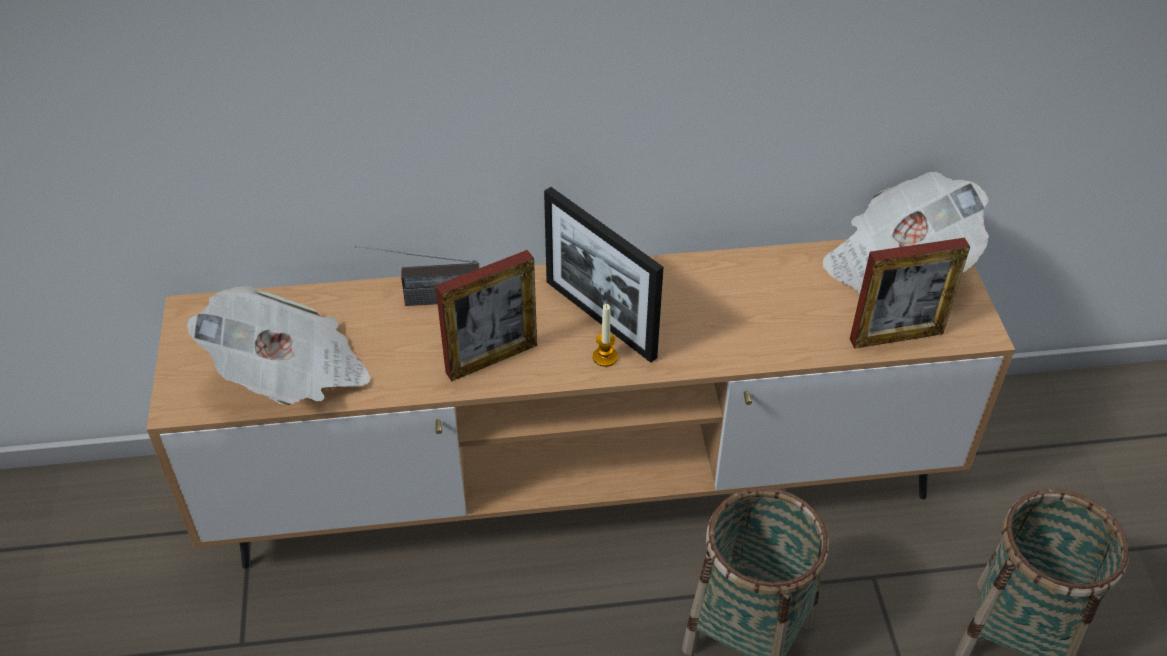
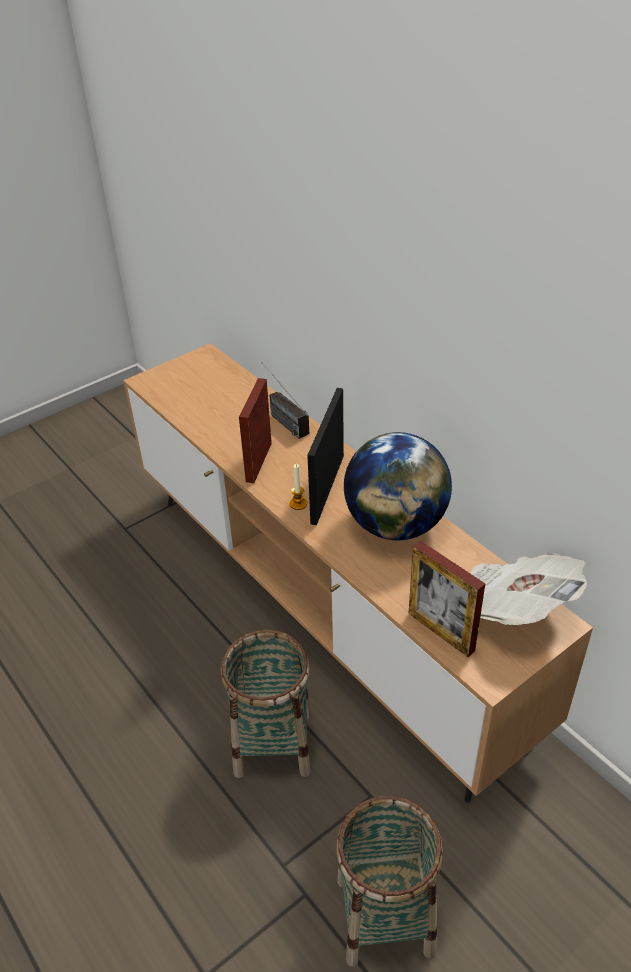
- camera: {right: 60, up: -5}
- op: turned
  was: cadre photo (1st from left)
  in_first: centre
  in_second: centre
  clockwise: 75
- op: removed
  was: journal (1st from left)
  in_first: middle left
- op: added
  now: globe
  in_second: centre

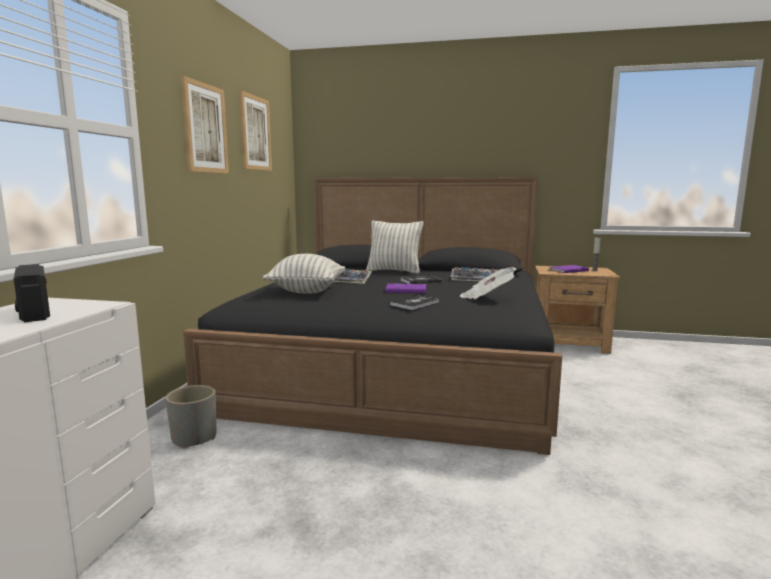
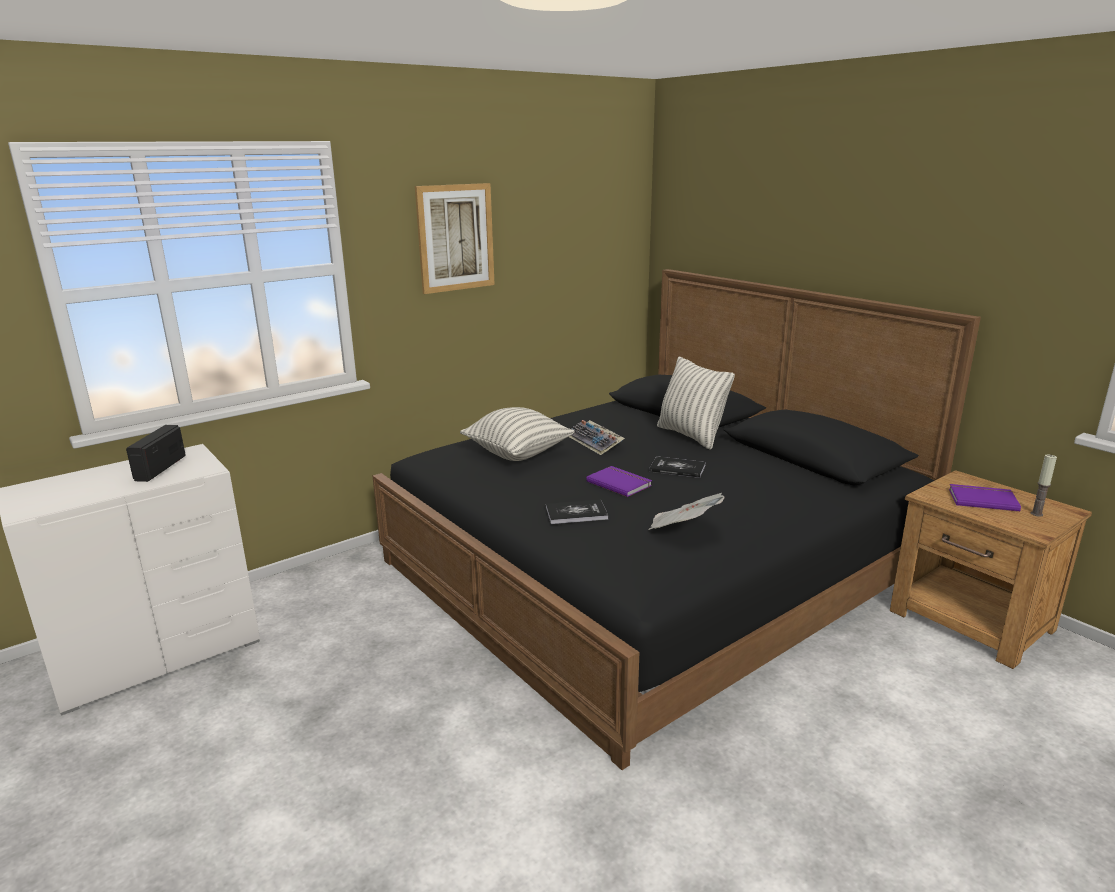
- camera: {right: 40, up: 10}
- op: removed
  was: tableau (2nd from left)
  in_first: top left
- op: removed
  was: clavier (2nd from left)
  in_first: centre
- op: removed
  was: cache-pot/gris
  in_first: bottom left

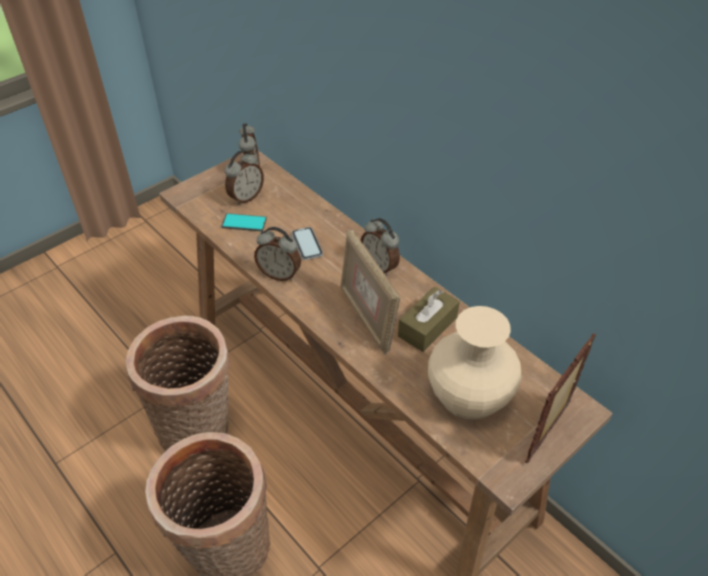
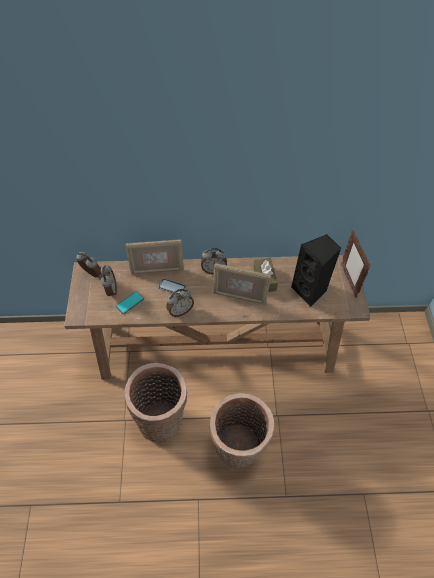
- camera: {right: -50, up: 10}
- op: replaced
  was: vase/beige
  now: enceinte/noir
  in_first: middle right
  in_second: middle right
- op: added
  now: cadre photo (1st from left)
  in_second: centre

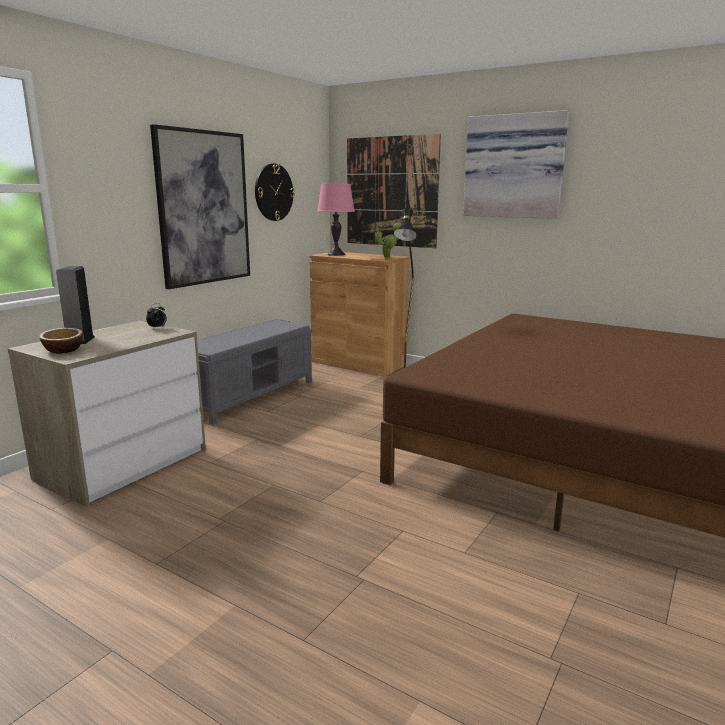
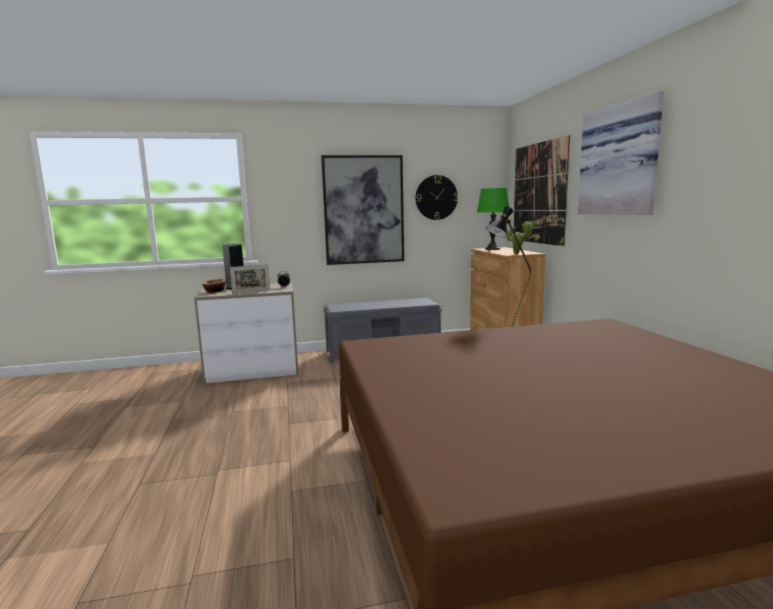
- camera: {right: 45, up: -5}
- op: recoloured
  was: lampe de table/rose
  now: lampe de table/vert
  in_first: top centre
  in_second: centre
- op: added
  now: cadre photo
  in_second: middle left

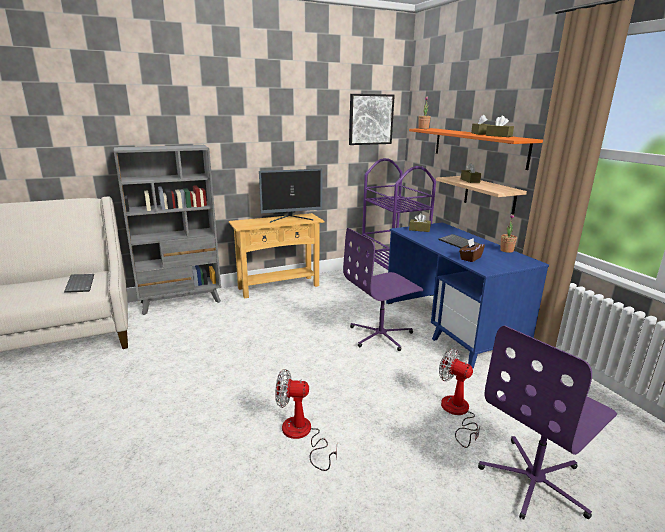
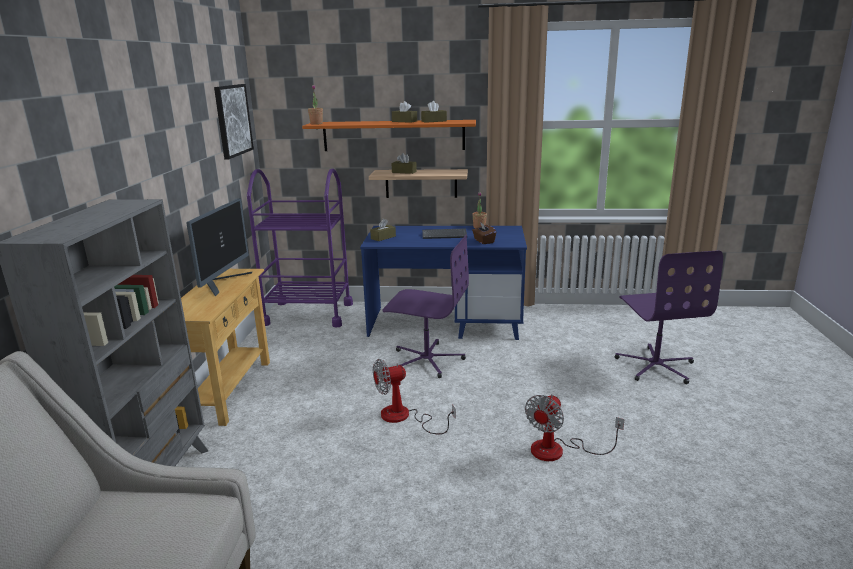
- camera: {right: -60, up: 0}
- op: turned
  was: chaise de bureau/violet (1st from left)
  in_first: centre
  in_second: centre
  clockwise: -75
- op: removed
  was: clavier (1st from left)
  in_first: middle left
- op: moved
  was: ventilateur (2nd from left in the first image)
  now: ventilateur (1st from left)
  in_first: bottom right
  in_second: bottom centre

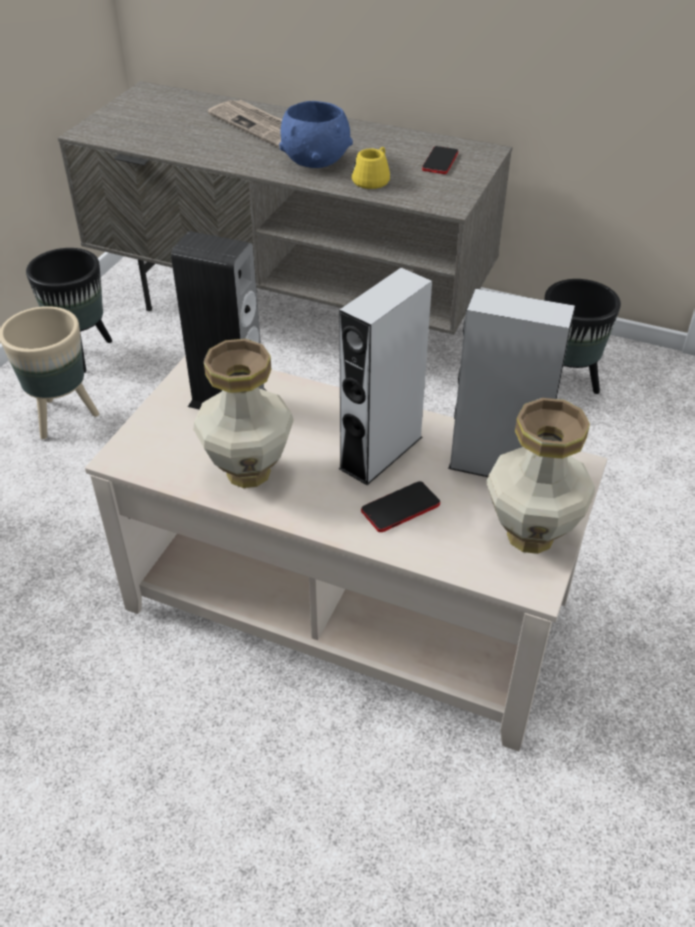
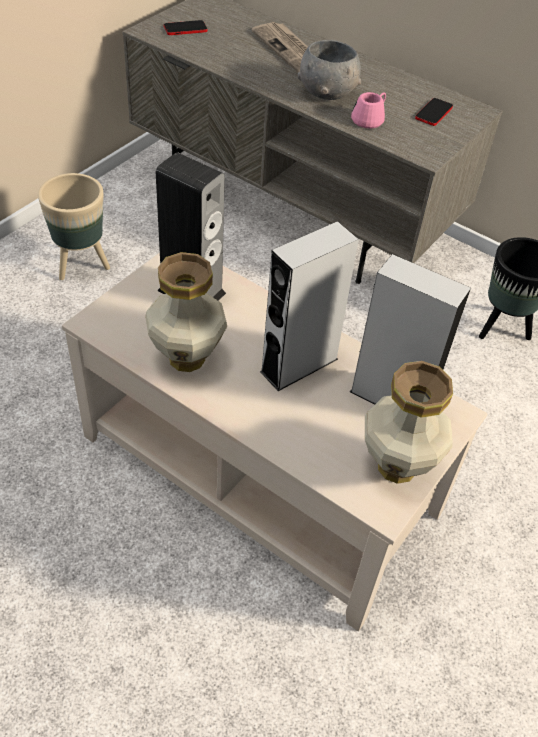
- camera: {right: 10, up: 5}
- op: recoloured
  was: bol/bleu
  now: bol/gris
  in_first: top centre
  in_second: top centre
- op: recoloured
  was: mug/jaune
  now: mug/rose
  in_first: top centre
  in_second: top right
- op: removed
  was: cache-pot/noir (1st from left)
  in_first: middle left
- op: moved
  was: téléphone (1st from left)
  in_first: centre
  in_second: top centre

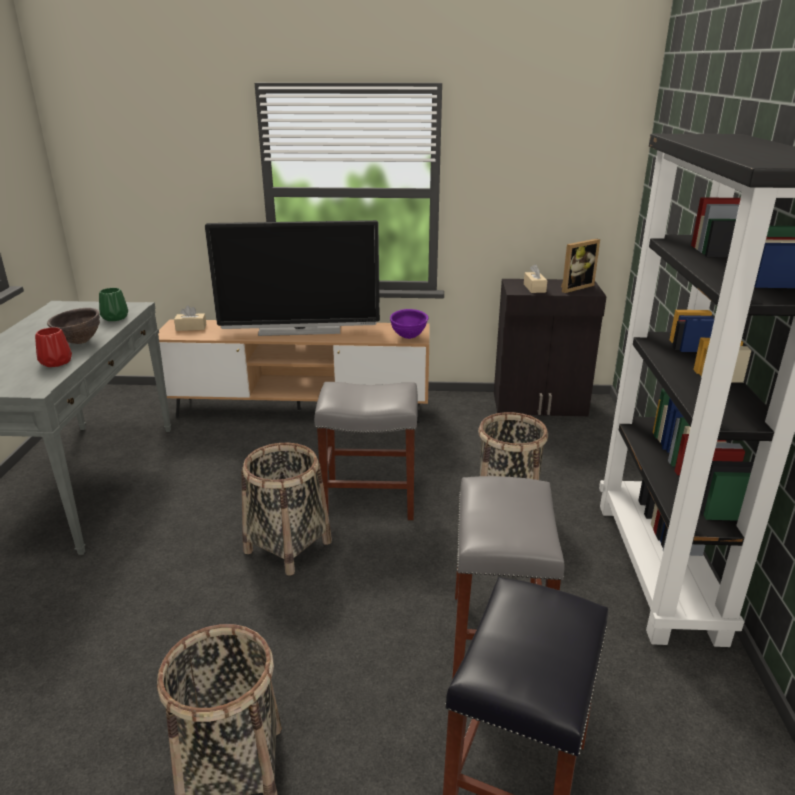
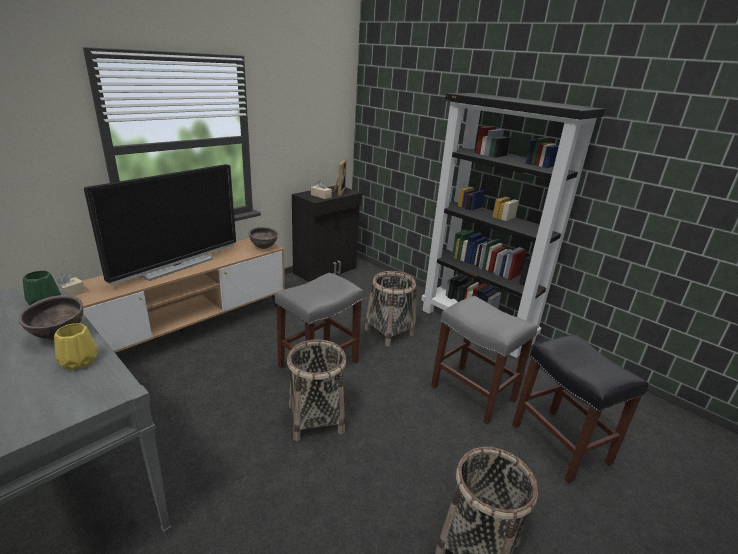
- camera: {right: -50, up: 0}
- op: recoloured
  was: bol/violet
  now: bol/marron (2nd from left)
  in_first: centre
  in_second: centre
- op: recoloured
  was: vase/rouge
  now: vase/jaune
  in_first: middle left
  in_second: middle left

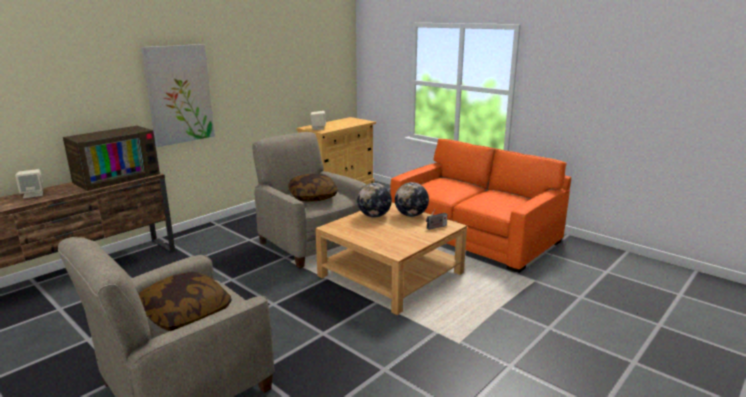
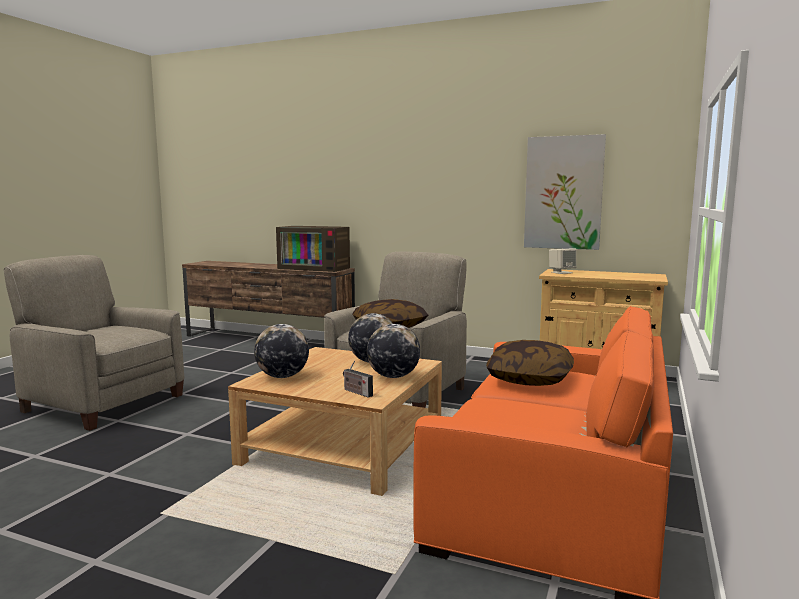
- camera: {right: 70, up: -10}
- op: moved
  was: tableau
  in_first: top left
  in_second: top right
- op: removed
  was: enceinte/beige (1st from left)
  in_first: middle left
- op: moved
  was: coussin (1st from left in the first image)
  now: coussin (2nd from left)
  in_first: bottom left
  in_second: centre
- op: added
  now: globe (1st from left)
  in_second: centre

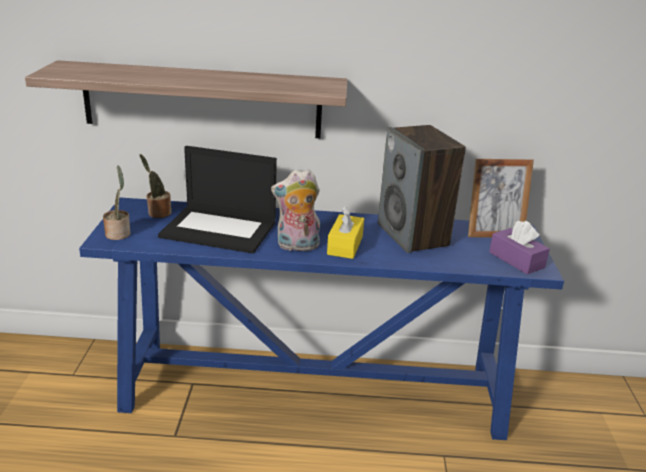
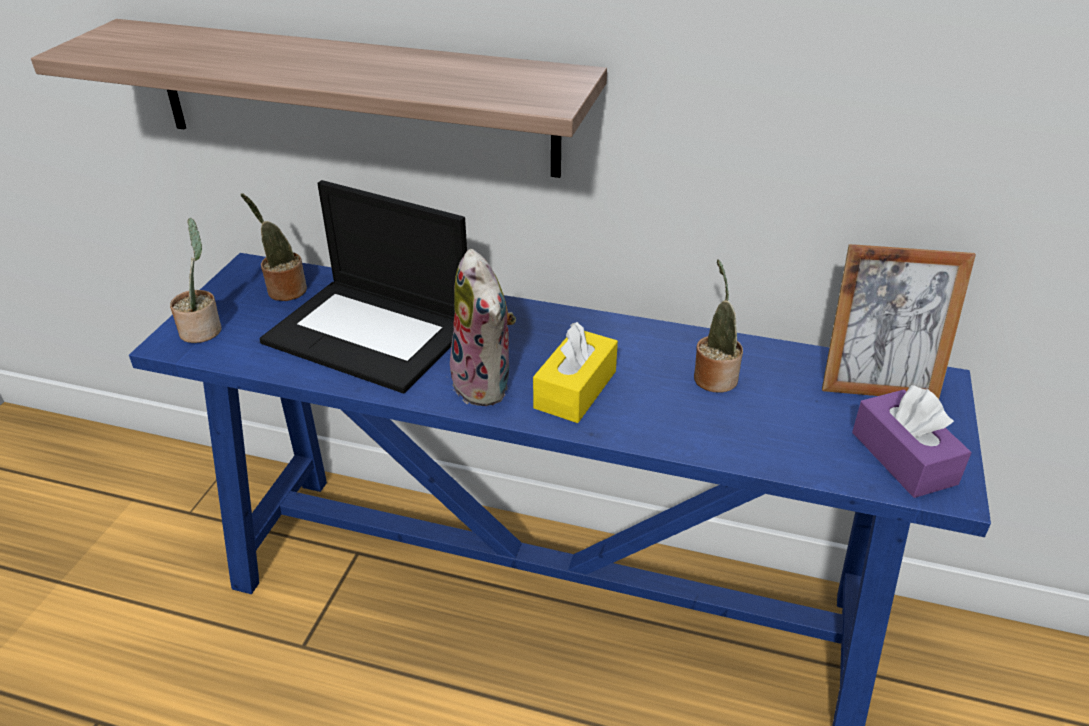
- camera: {right: 15, up: 10}
- op: replaced
  was: enceinte
  now: plante en pot (3rd from left)
  in_first: centre
  in_second: centre
- op: turned
  was: peluche
  in_first: centre
  in_second: centre
  clockwise: -120

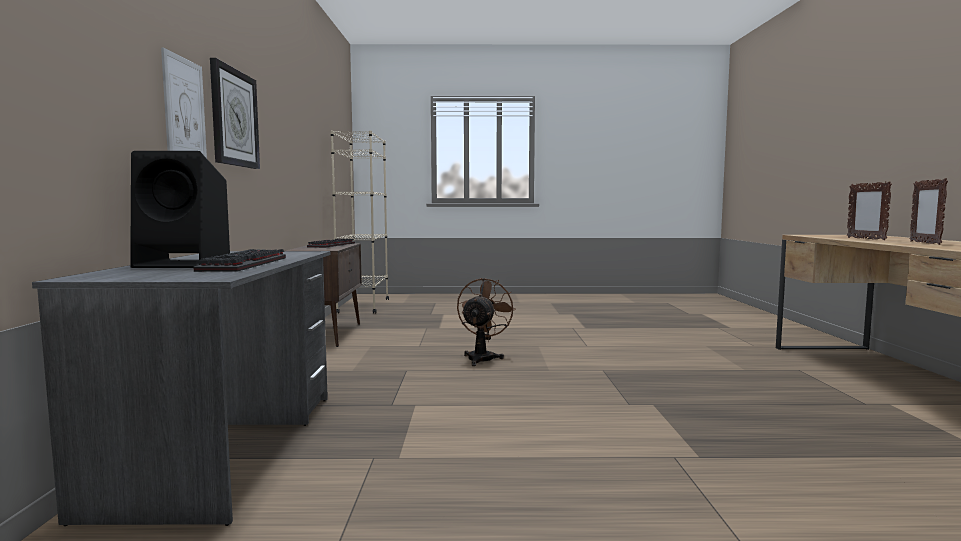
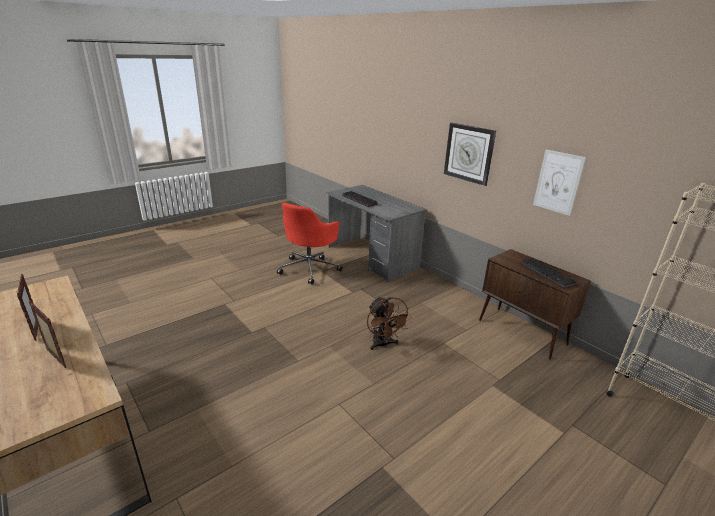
- camera: {right: 140, up: 20}
- op: moved
  was: tableau
  in_first: top left
  in_second: middle right
- op: removed
  was: enceinte/noir
  in_first: middle left
- op: added
  now: chaise de bureau/rouge
  in_second: centre

